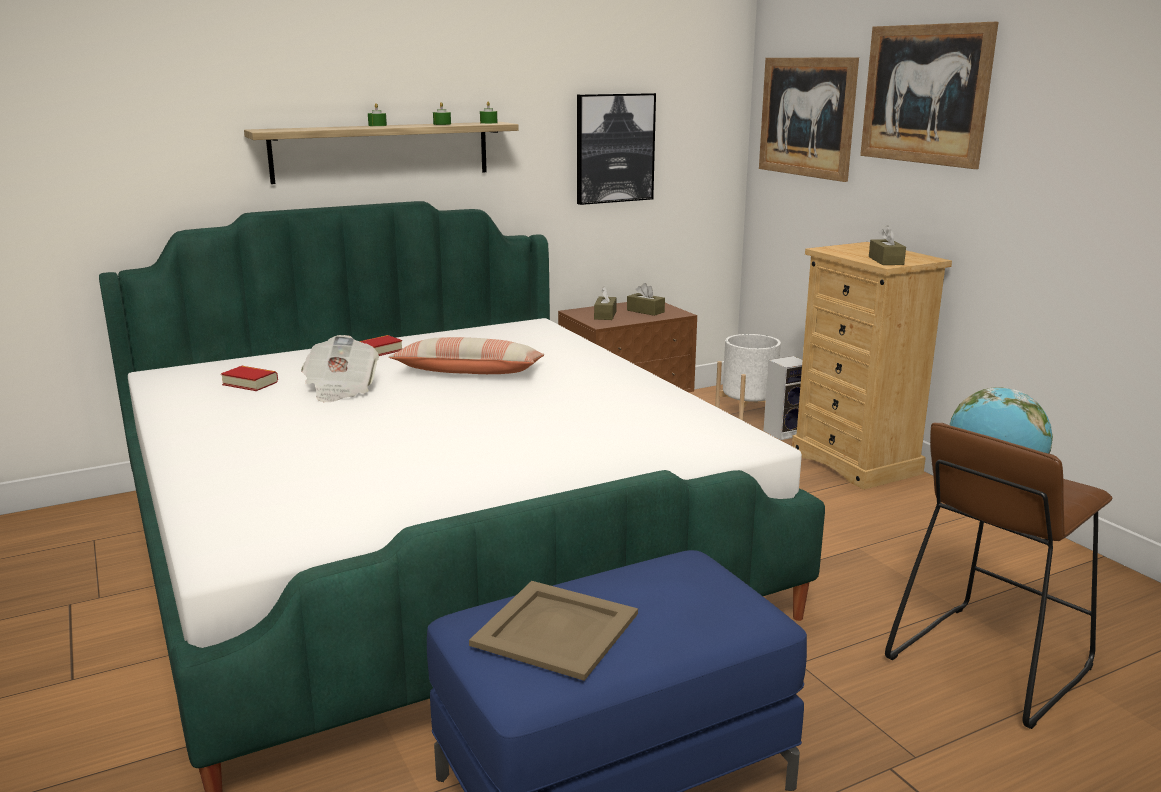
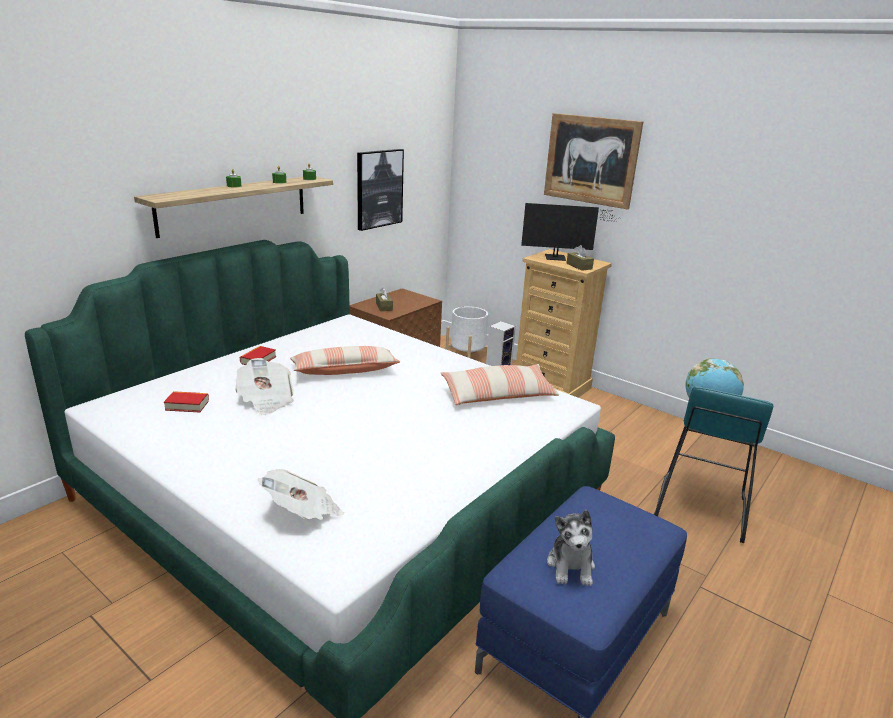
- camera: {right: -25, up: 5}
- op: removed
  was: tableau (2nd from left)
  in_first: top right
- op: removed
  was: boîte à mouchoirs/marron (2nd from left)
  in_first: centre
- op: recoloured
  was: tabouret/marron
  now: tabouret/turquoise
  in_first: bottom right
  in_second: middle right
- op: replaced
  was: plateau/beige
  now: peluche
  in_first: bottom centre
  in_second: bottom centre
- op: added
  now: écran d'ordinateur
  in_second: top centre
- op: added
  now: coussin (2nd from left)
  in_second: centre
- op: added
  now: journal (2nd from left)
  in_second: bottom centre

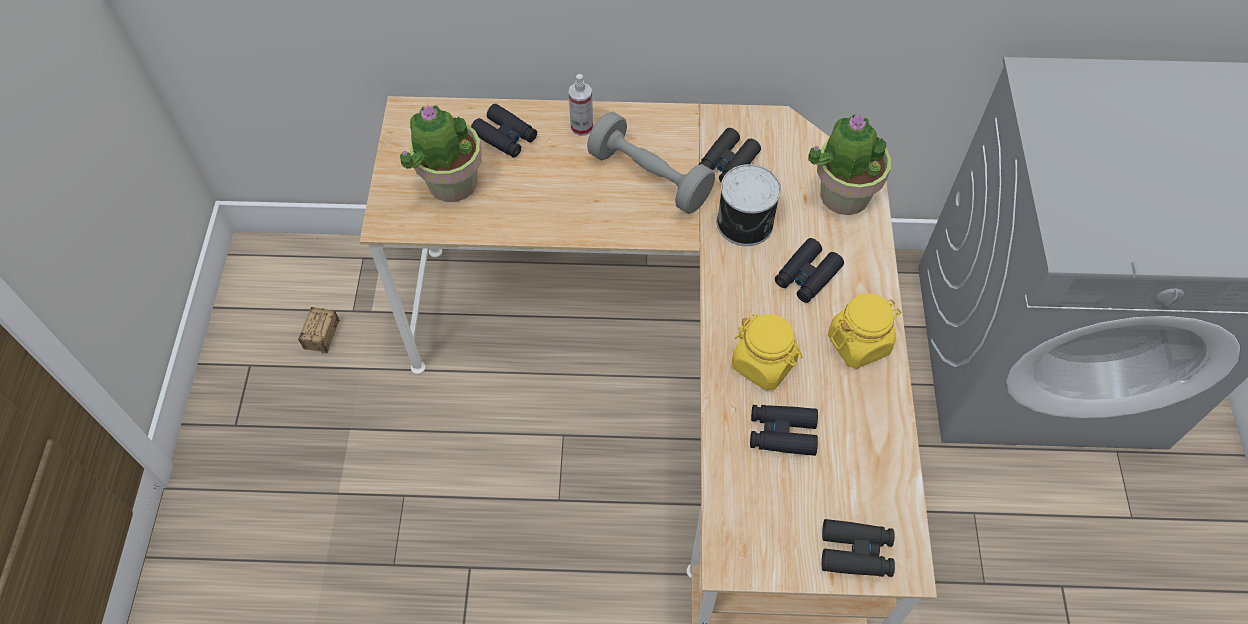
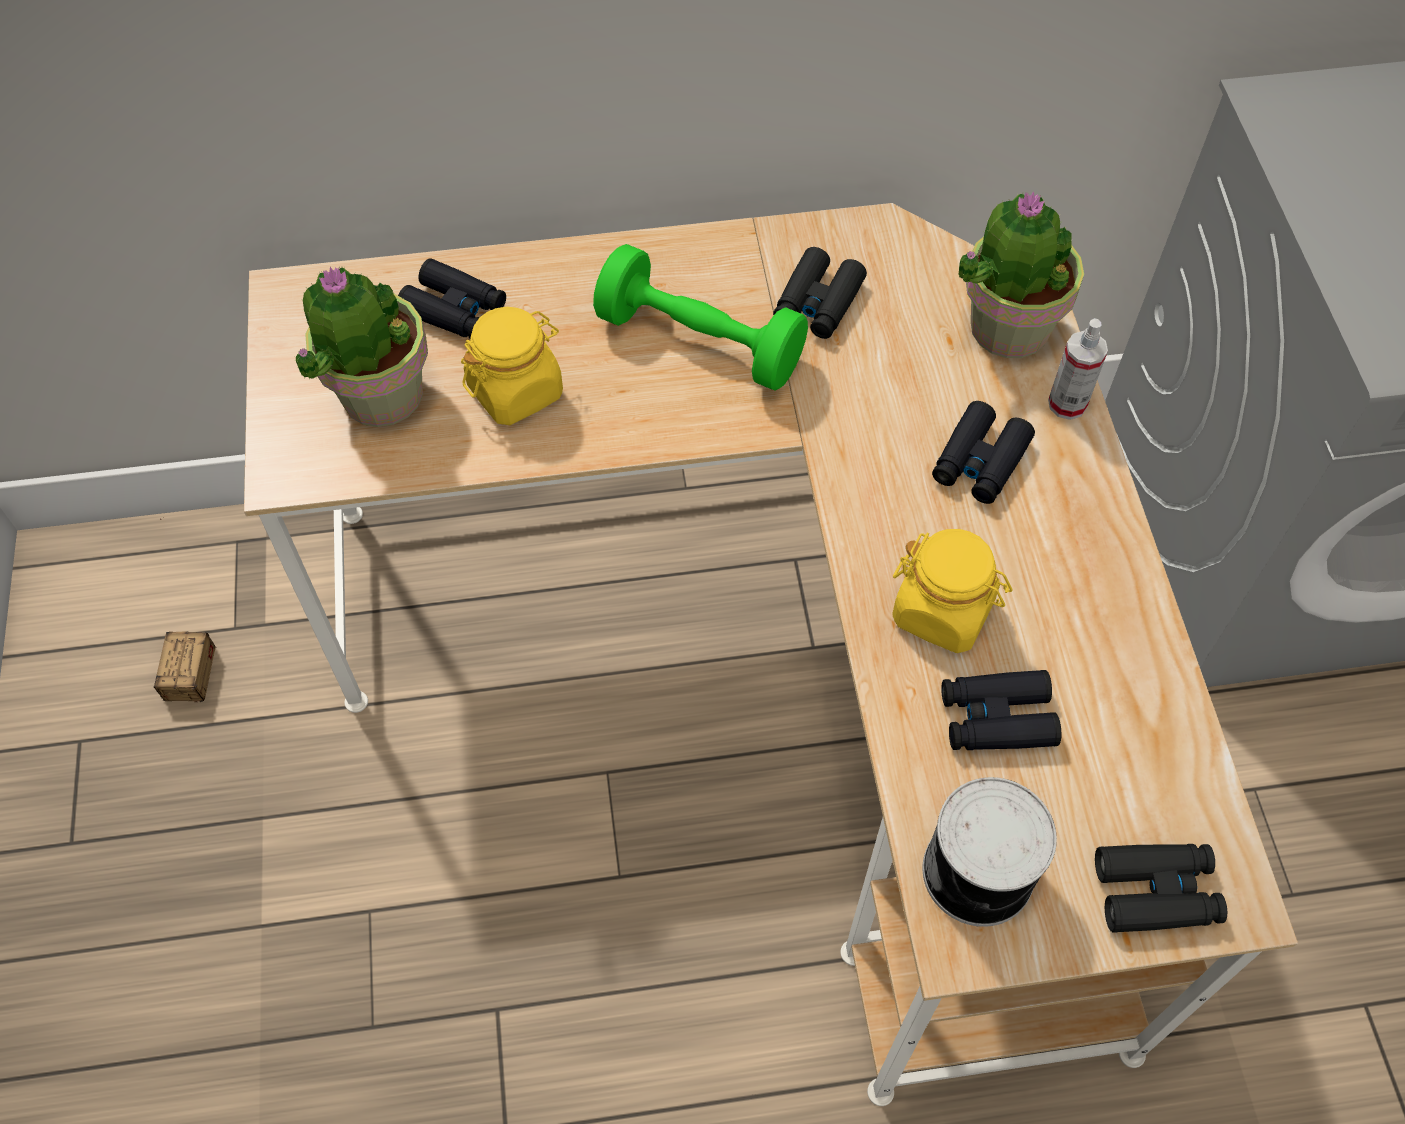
- camera: {right: -10, up: 0}
- op: moved
  was: vaporisateur
  in_first: top centre
  in_second: top right
- op: recoloured
  was: haltère/gris
  now: haltère/vert
  in_first: top centre
  in_second: top centre
- op: moved
  was: boîte métallique
  in_first: top centre
  in_second: bottom right
- op: moved
  was: bocal/jaune (2nd from left in the first image)
  now: bocal/jaune (1st from left)
  in_first: middle right
  in_second: top centre

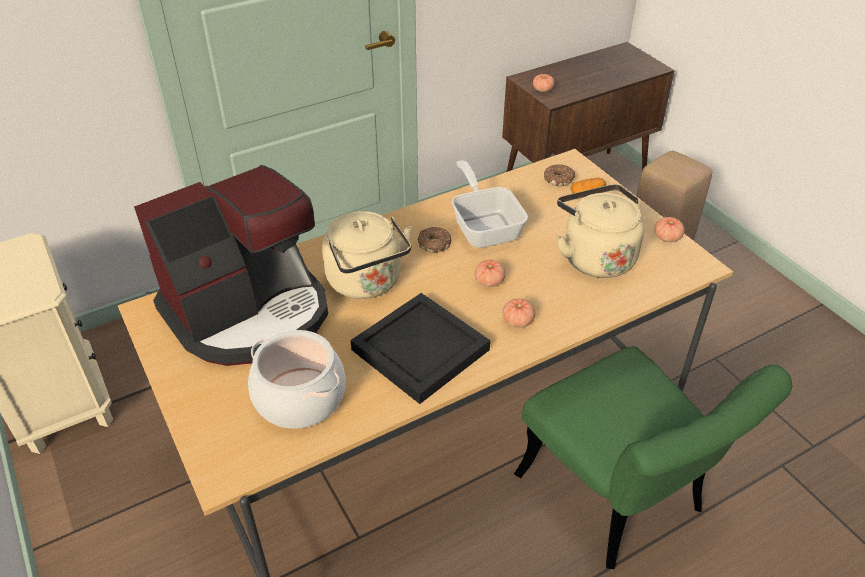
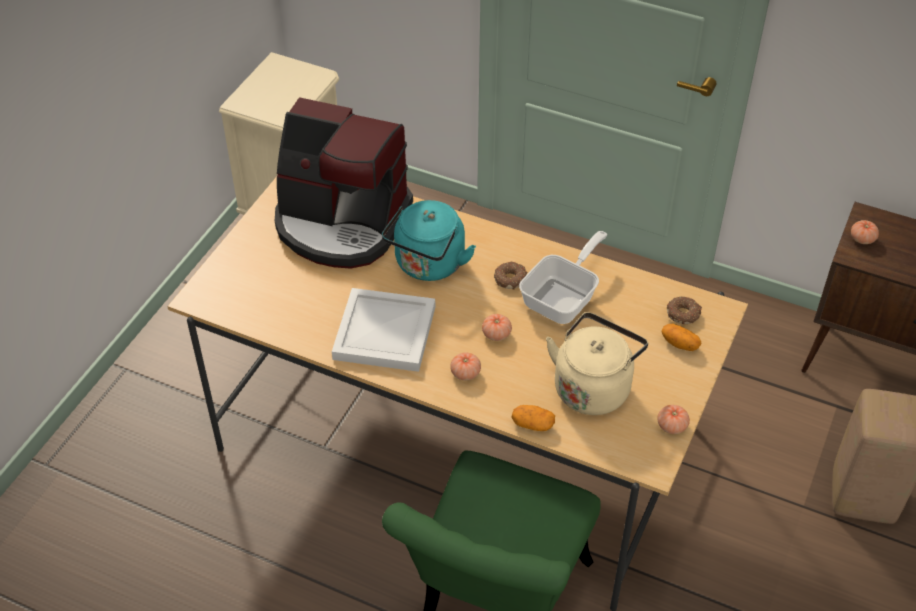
- camera: {right: 55, up: 5}
- op: recoloured
  was: bouilloire/beige (1st from left)
  now: bouilloire/turquoise
  in_first: centre
  in_second: centre
- op: recoloured
  was: plateau/noir
  now: plateau/blanc
  in_first: centre
  in_second: centre
- op: removed
  was: marmite
  in_first: centre
- op: added
  now: pomme de terre (1st from left)
  in_second: bottom centre

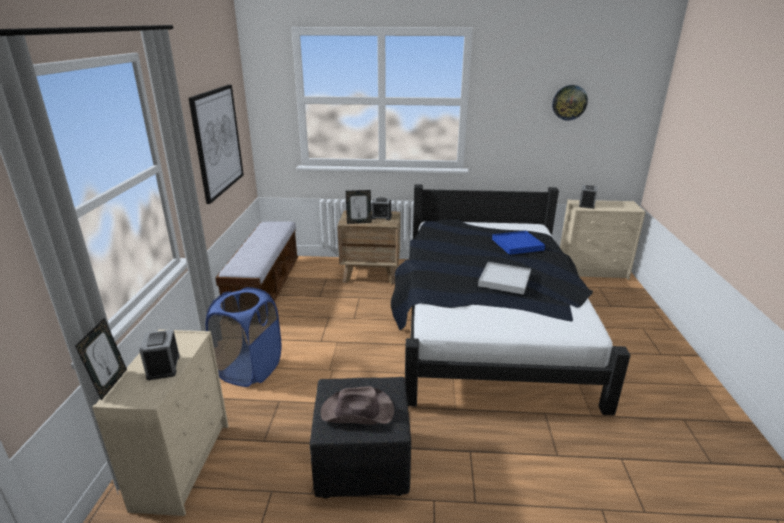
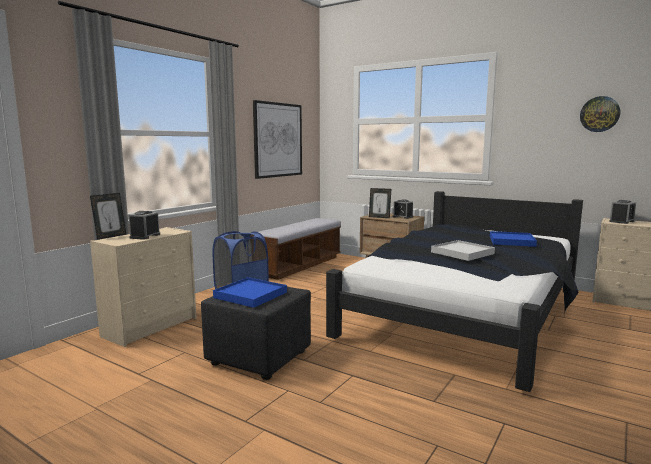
- camera: {right: 30, up: -15}
- op: replaced
  was: chapeau/marron
  now: plateau/bleu (1st from left)
  in_first: bottom centre
  in_second: centre

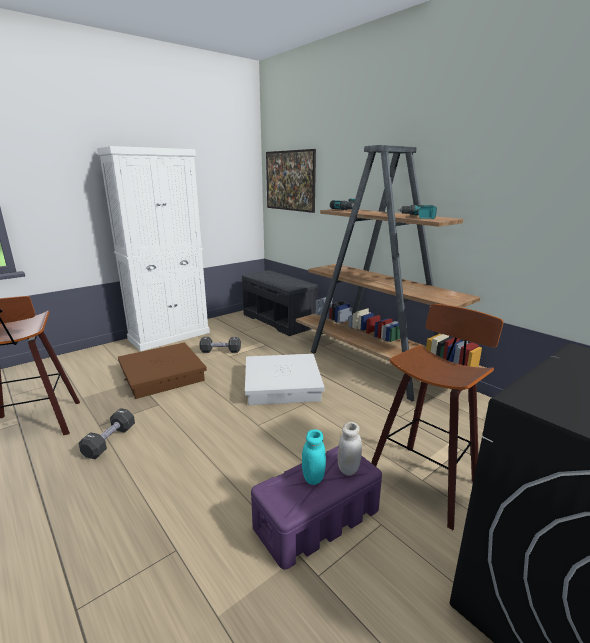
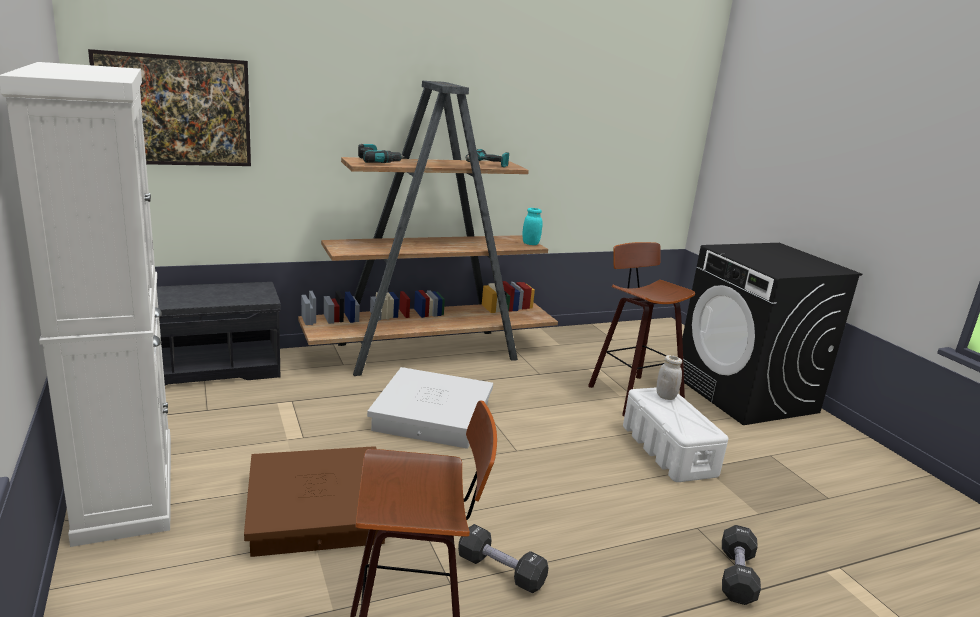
- camera: {right: -75, up: 0}
- op: moved
  was: haltère/noir (2nd from left)
  in_first: centre
  in_second: bottom right
- op: moved
  was: bocal/turquoise
  in_first: bottom centre
  in_second: centre
- op: recoloured
  was: boîte de rangement/violet
  now: boîte de rangement/blanc (2nd from left)
  in_first: bottom centre
  in_second: bottom right

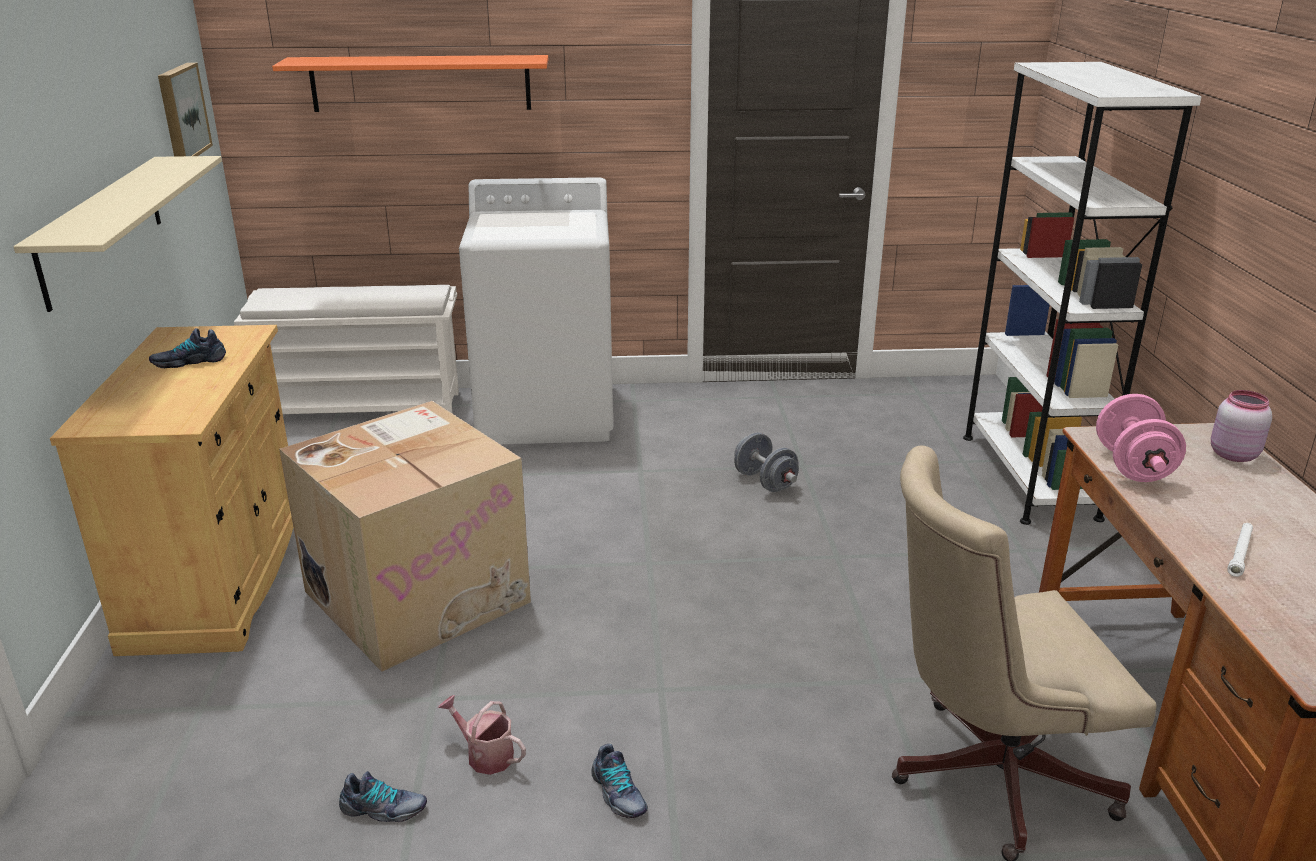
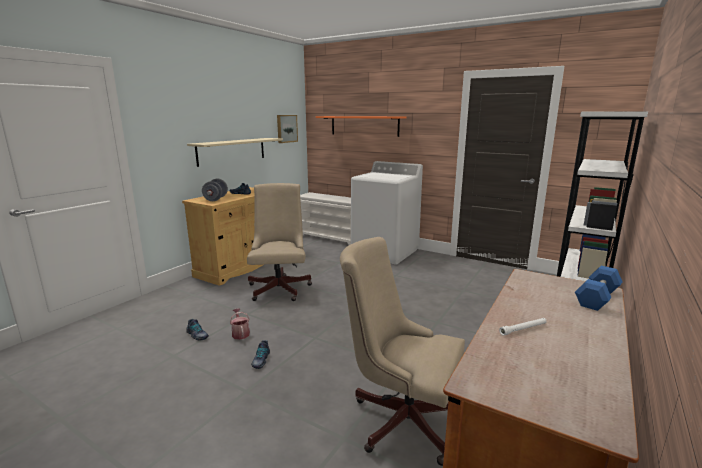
- camera: {right: 35, up: -10}
- op: replaced
  was: bocal/rose
  now: haltère/bleu
  in_first: middle right
  in_second: middle right
- op: removed
  was: haltère/rose
  in_first: middle right
- op: replaced
  was: carton
  now: chaise de bureau/beige (1st from left)
  in_first: middle left
  in_second: centre
- op: moved
  was: haltère/gris
  in_first: centre
  in_second: middle left

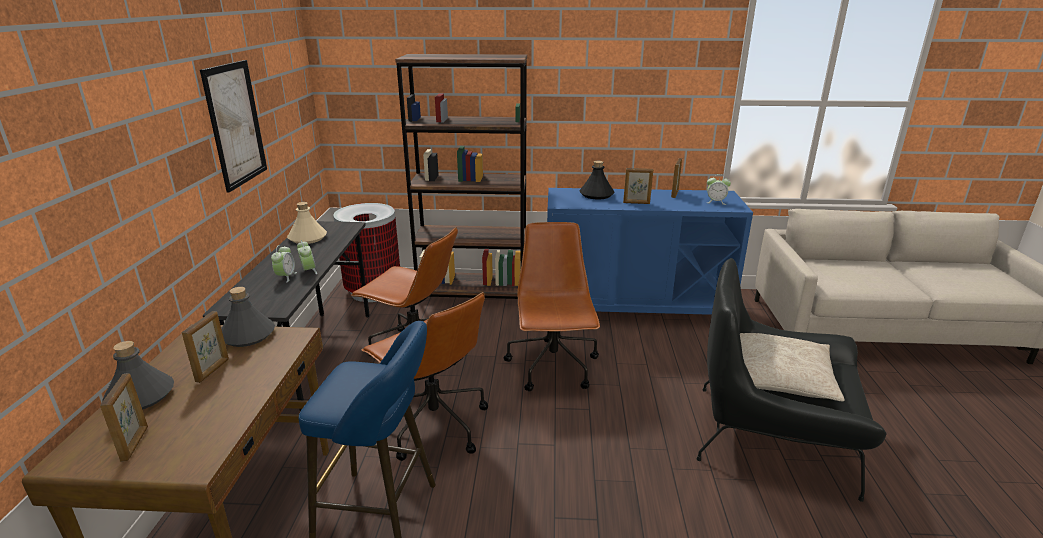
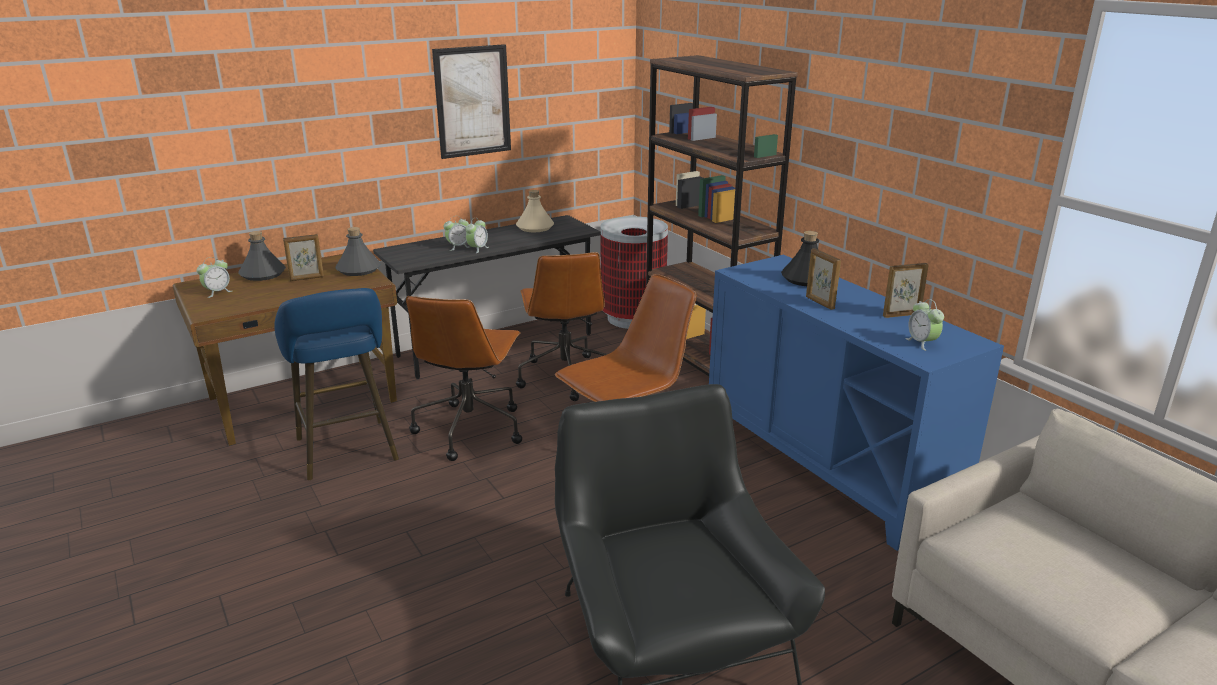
- camera: {right: 55, up: 0}
- op: removed
  was: coussin/beige
  in_first: bottom right
- op: replaced
  was: cadre photo (1st from left)
  now: réveil (1st from left)
  in_first: bottom left
  in_second: middle left

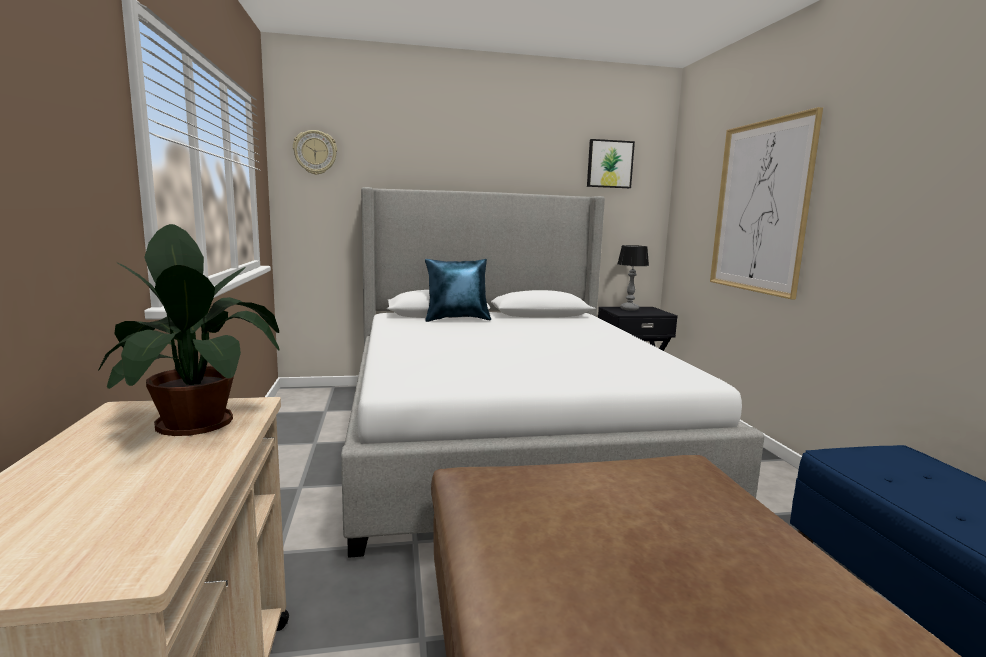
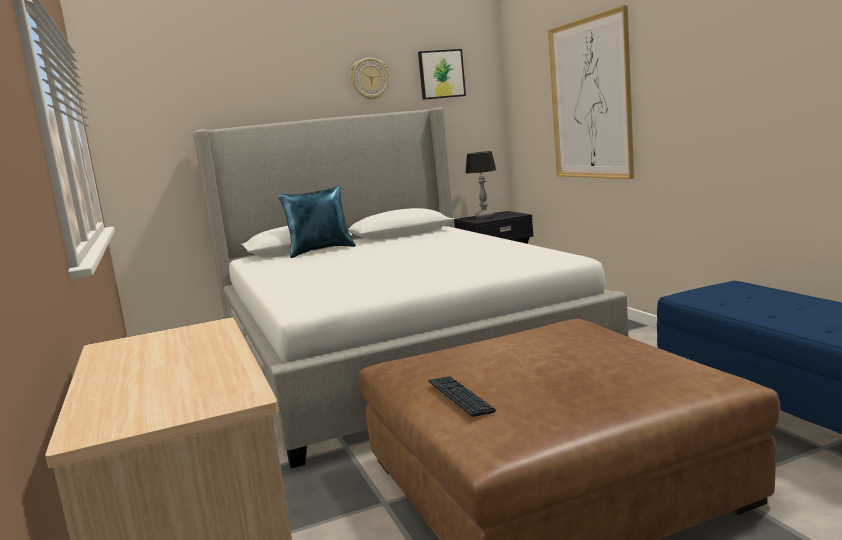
- camera: {right: -10, up: 0}
- op: moved
  was: horloge murale
  in_first: top left
  in_second: top centre
- op: removed
  was: plante en pot
  in_first: middle left
- op: added
  now: clavier
  in_second: bottom centre

